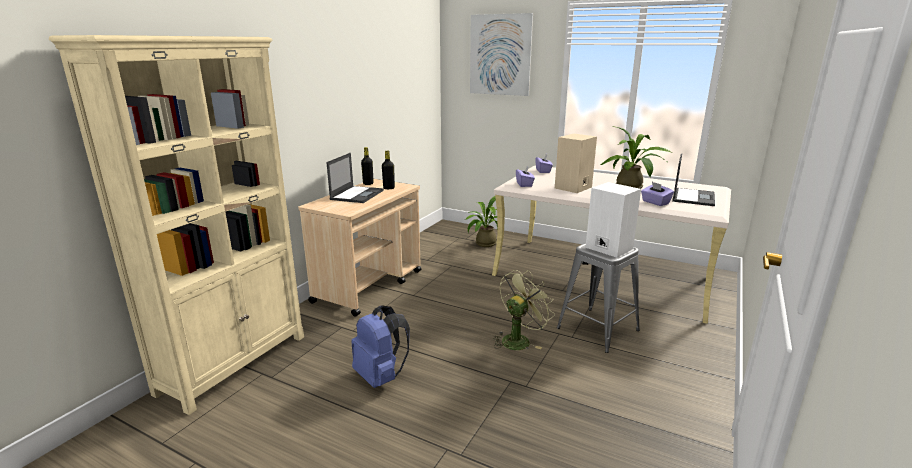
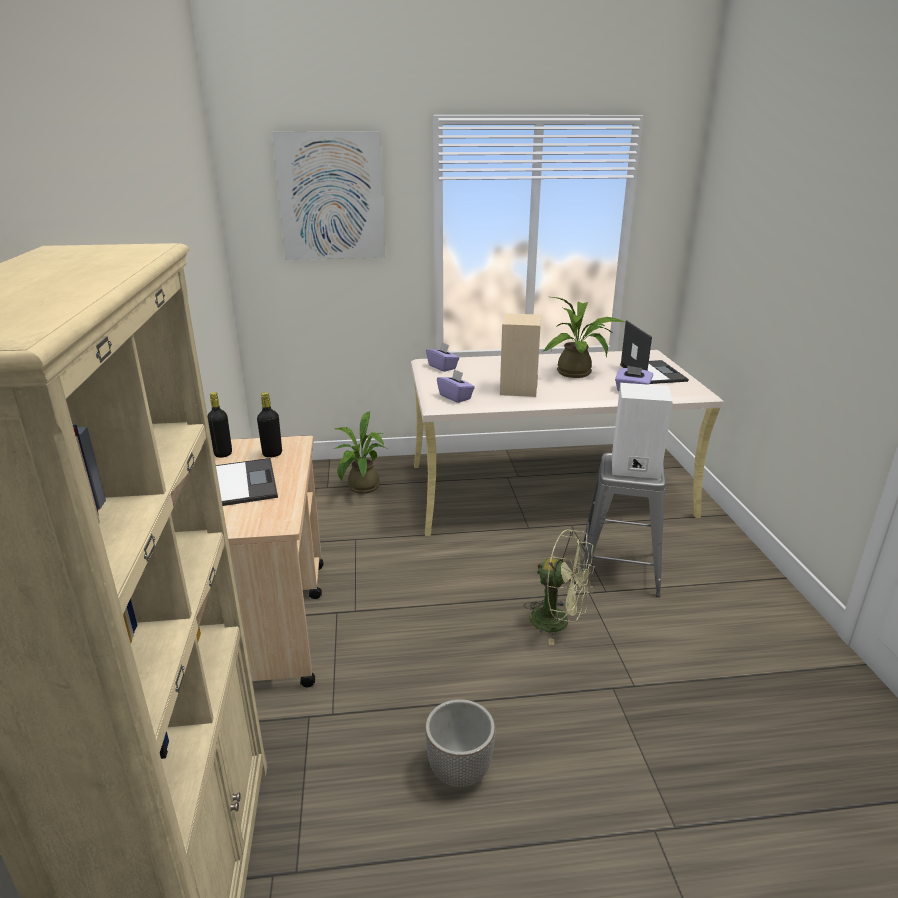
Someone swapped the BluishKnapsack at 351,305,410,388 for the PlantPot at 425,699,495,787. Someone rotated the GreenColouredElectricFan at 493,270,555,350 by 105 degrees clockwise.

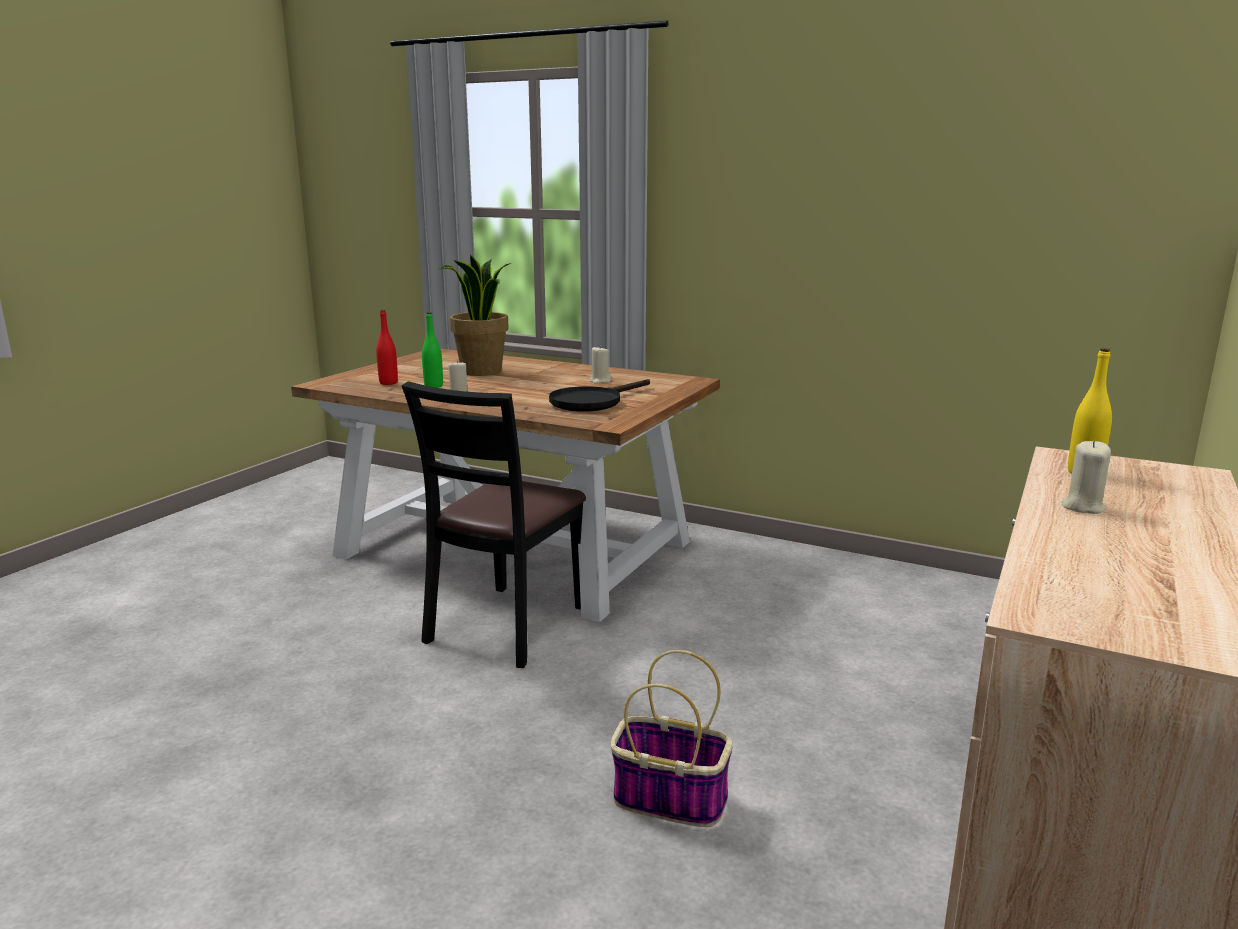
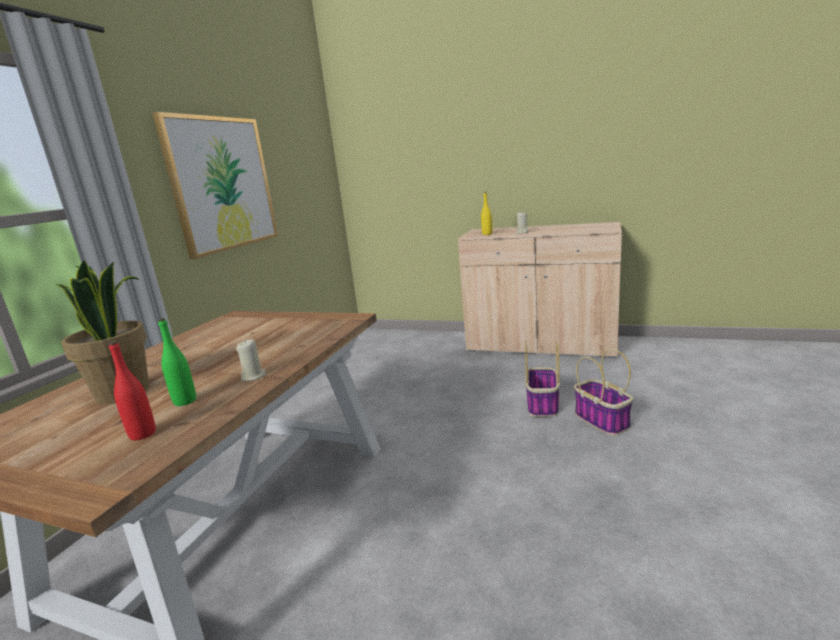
Someone put up the WallArt at 152,112,278,259. Someone put down the Basket at 574,349,633,436. Someone took away the BlackishPlainChair at 401,381,586,668. Someone took away the BlackishPan at 549,379,650,412. Someone took away the BeigeWaxCandle at 589,346,612,384.

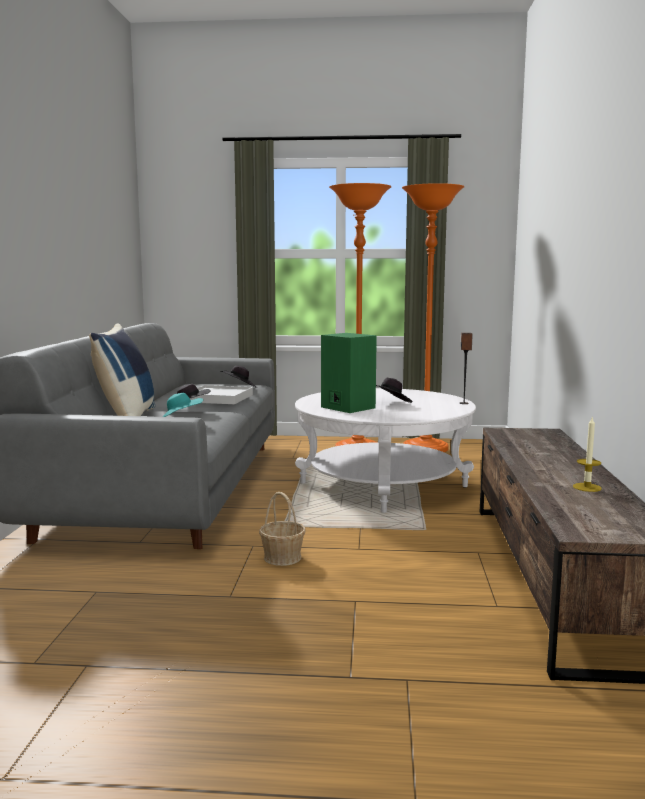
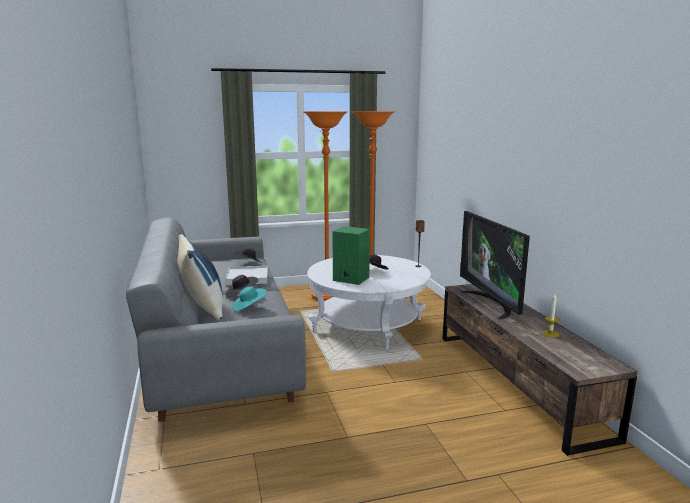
Someone put down the Television at 460,211,530,320. Someone took away the Basket at 259,492,306,566.

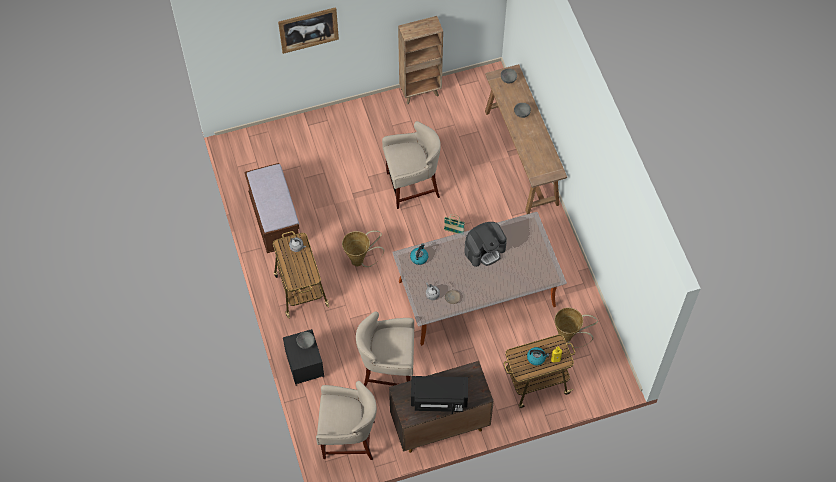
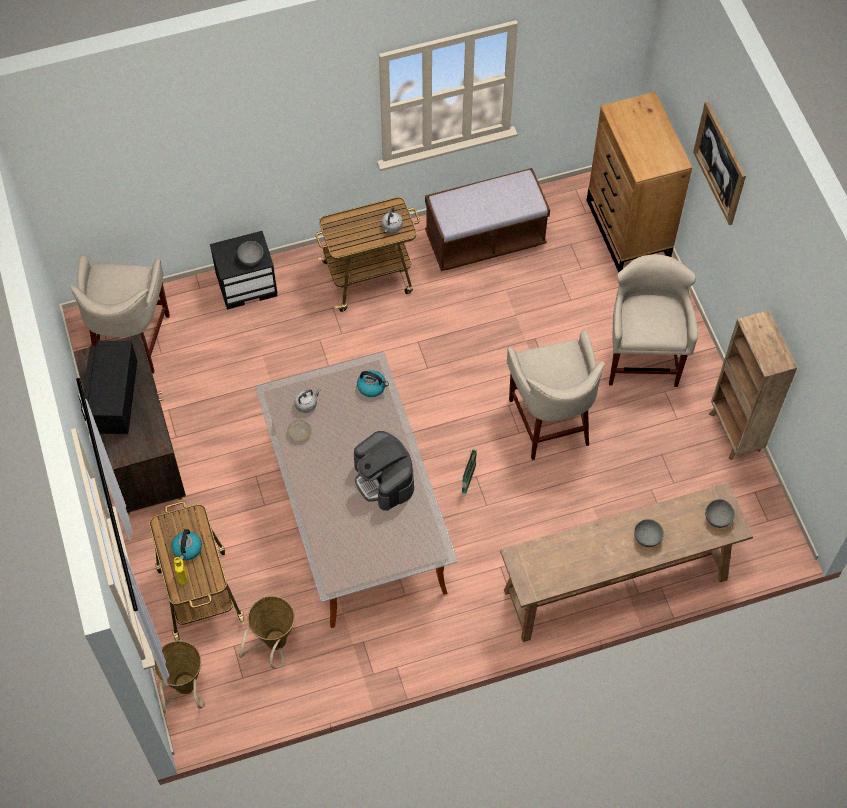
Someone carried the Basket from 342,230,384,267 to 154,640,205,713. Someone put down the BrownColouredDresser at 587,92,692,273. Someone carried the BeigeStool from 356,312,414,387 to 609,254,698,387.

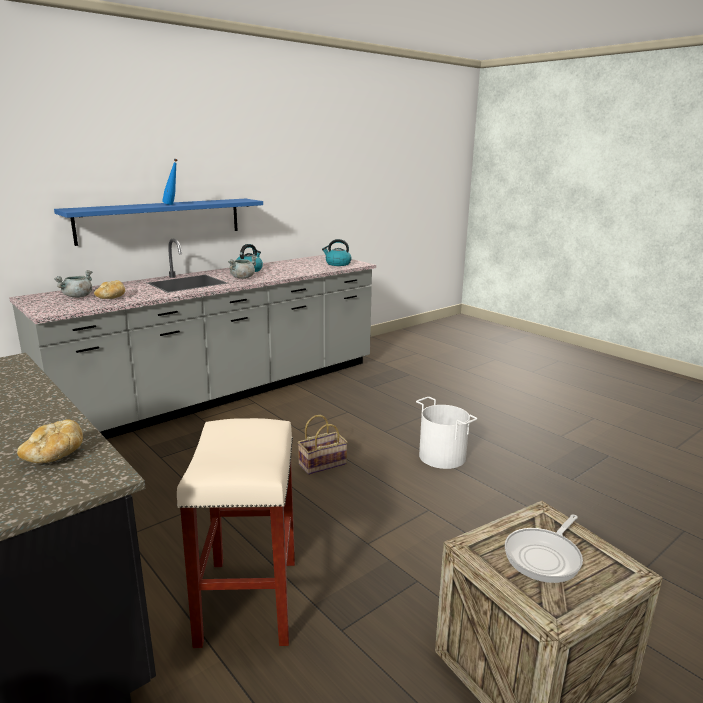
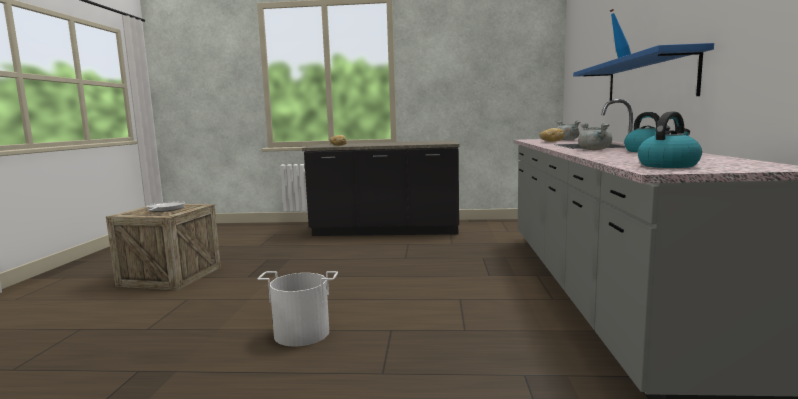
Someone took away the BeigeStool at 177,418,295,648. Someone took away the Basket at 298,415,348,475.

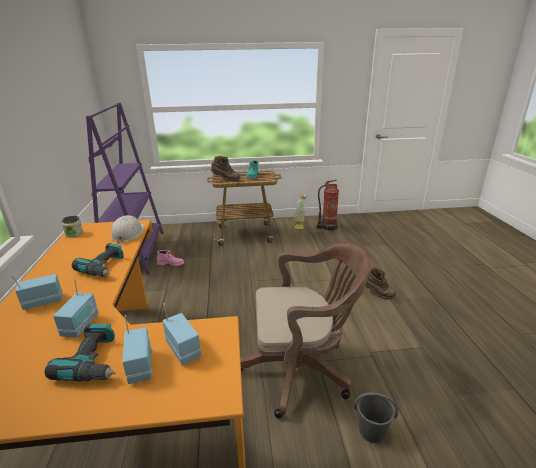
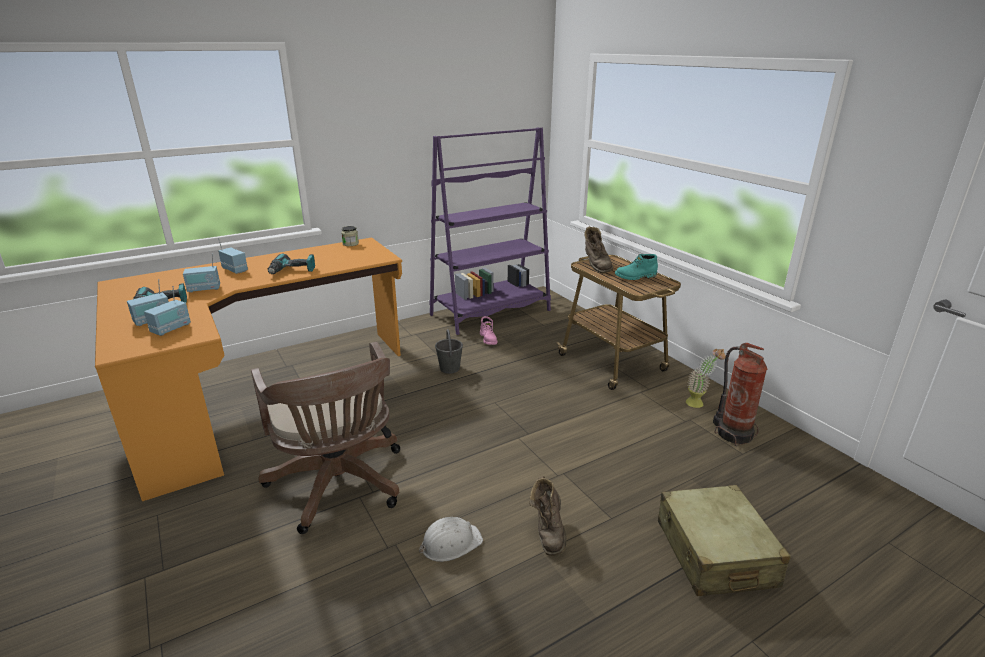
Someone carried the WhitishHardHat from 111,215,144,244 to 419,517,483,562. Someone carried the GrayPail from 354,393,398,443 to 435,329,463,374. Someone put down the BeigeSuitcase at 658,485,791,596.

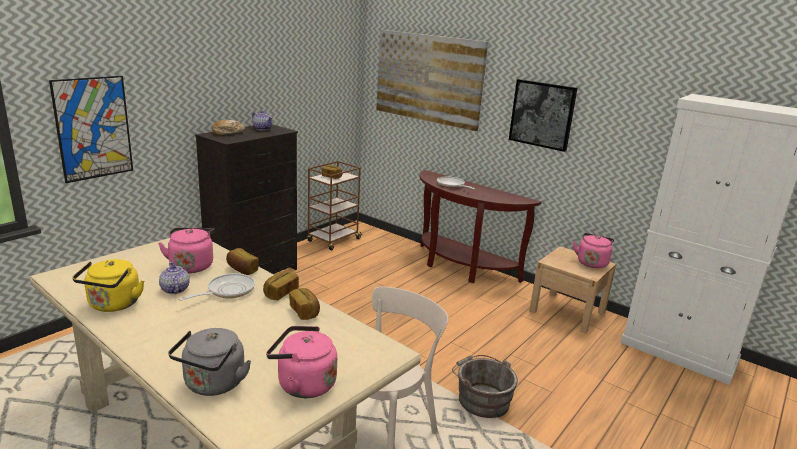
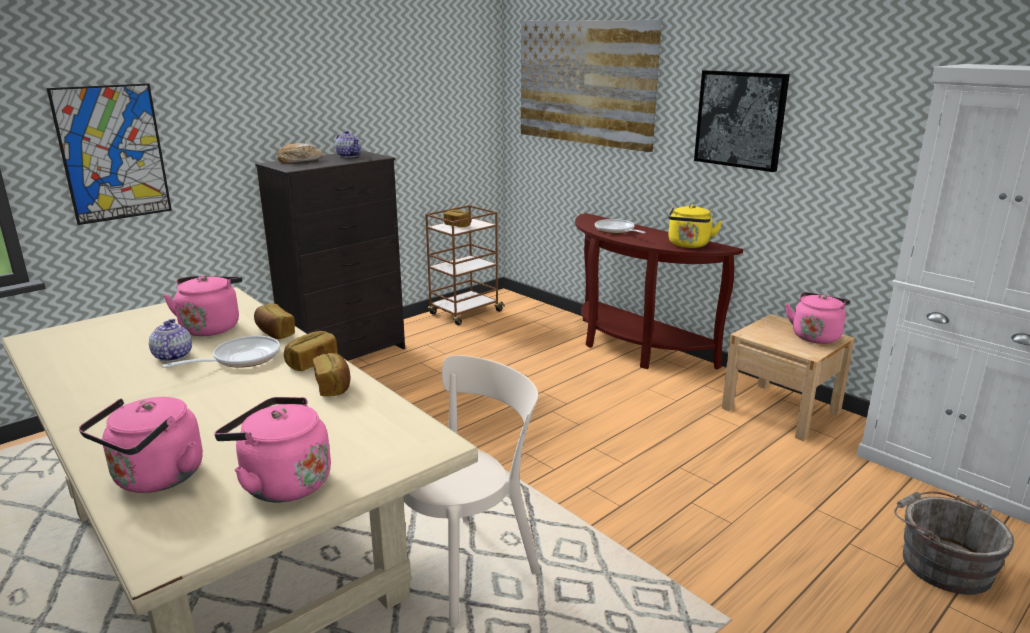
Someone repainted the GrayTeaKettle at 168,328,251,396, which became the PinkTeaKettle at 79,397,203,493. Someone carried the YellowishTeaKettle from 72,259,144,312 to 668,204,722,248. Someone carried the GrayPail from 452,355,518,418 to 894,492,1014,595.

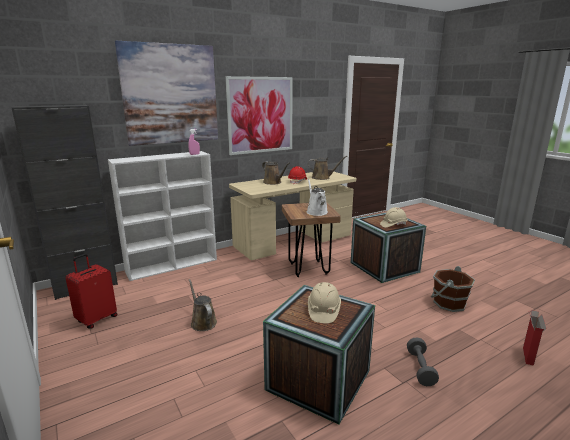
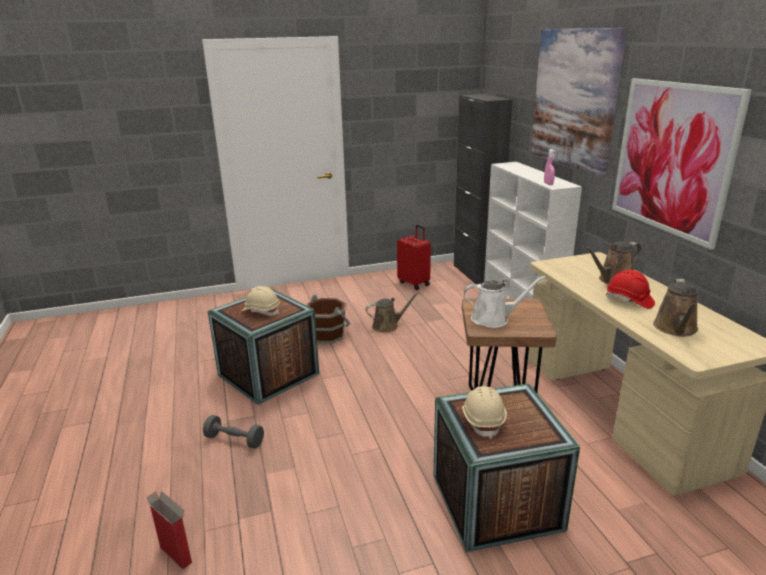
Someone carried the BrownColouredPail from 431,266,475,312 to 306,295,350,343.

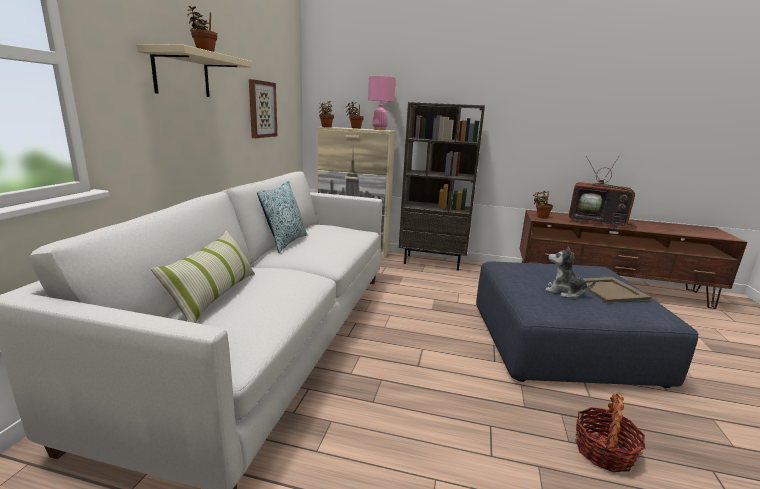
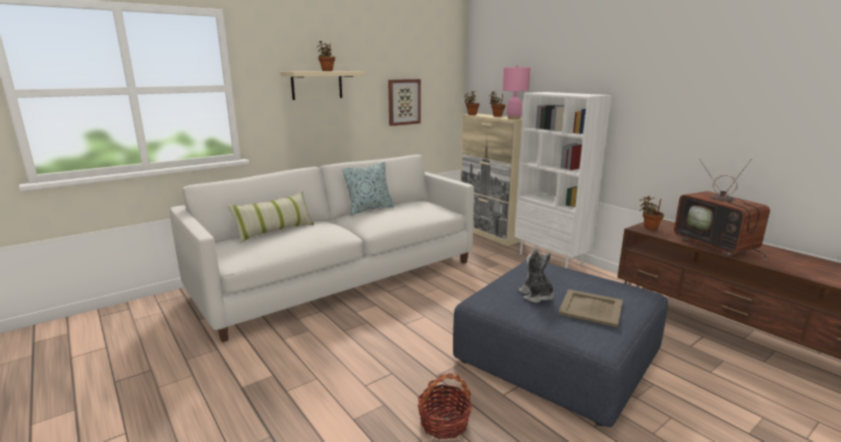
Someone repainted the BrownColouredBookshelf at 399,102,485,271, which became the WhitishBookshelf at 514,92,612,268.

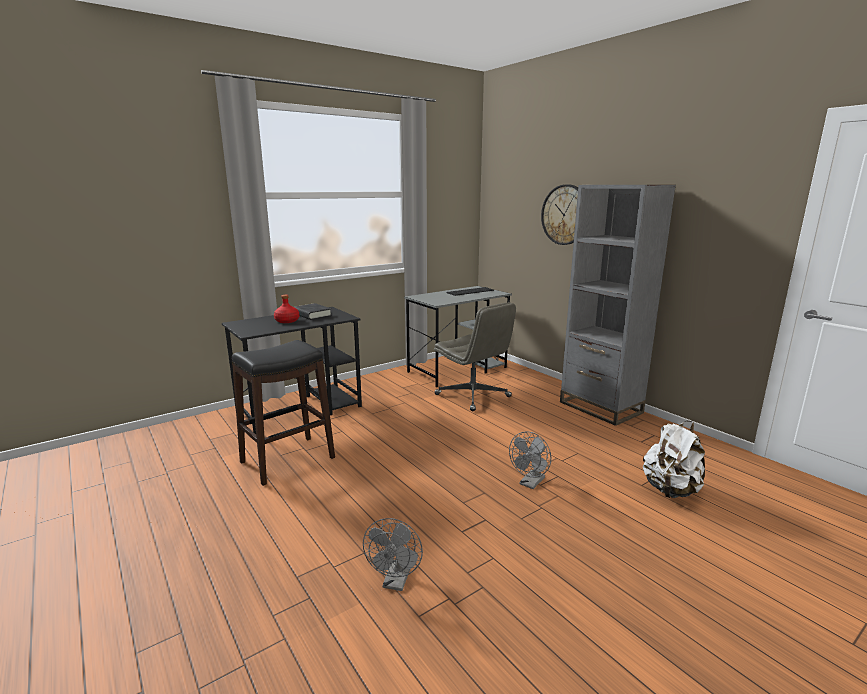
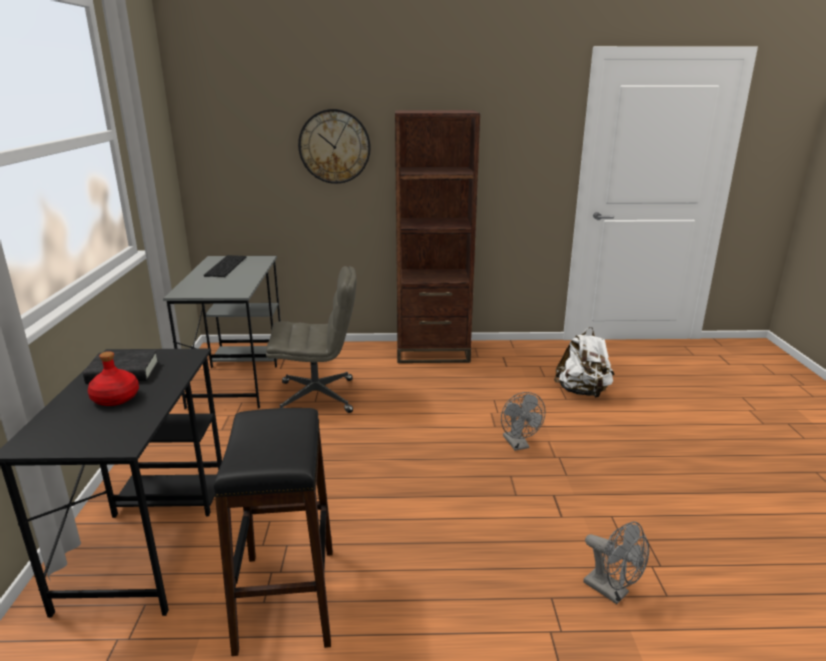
Someone repainted the GrayBookshelf at 560,185,676,426, which became the BrownColouredBookshelf at 395,110,480,363.

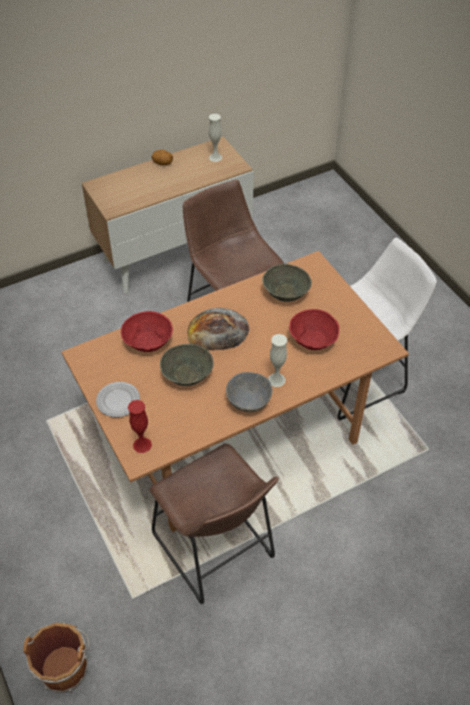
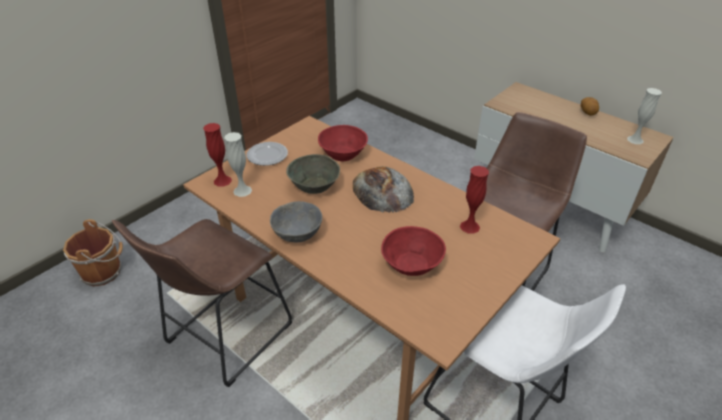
Someone carried the WhitishDecorativeVase from 268,334,287,387 to 224,132,252,197. Someone swapped the GrayBowl at 262,264,312,302 for the RedColouredDecorativeVase at 460,166,489,234.

